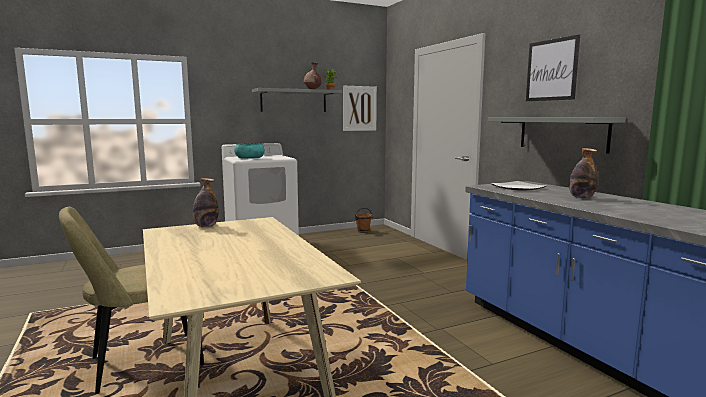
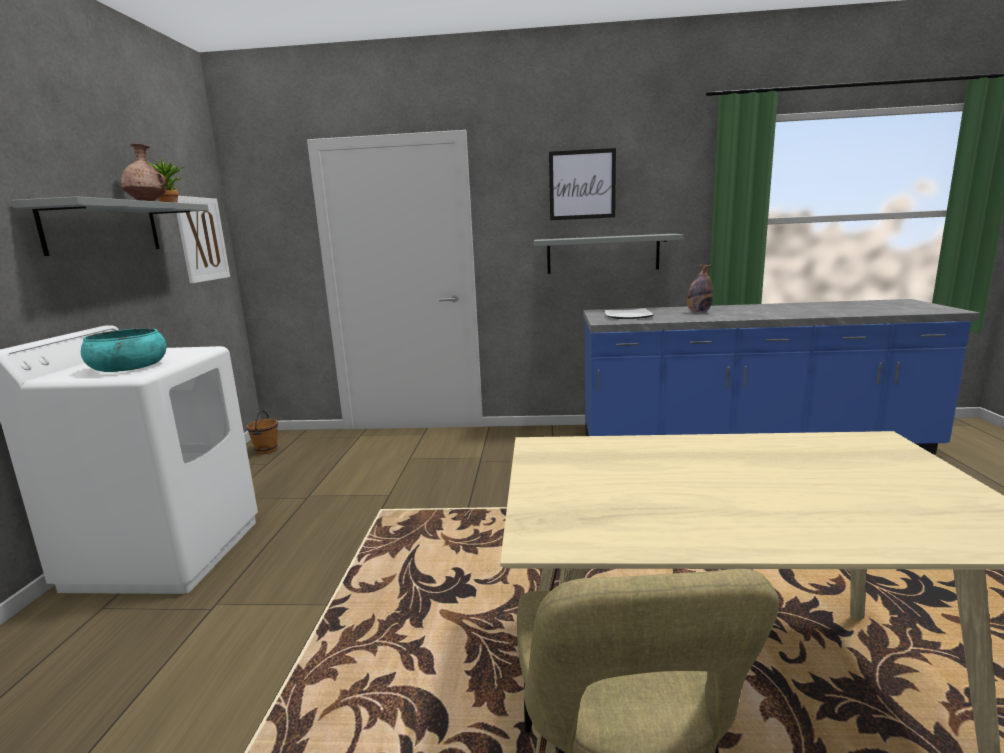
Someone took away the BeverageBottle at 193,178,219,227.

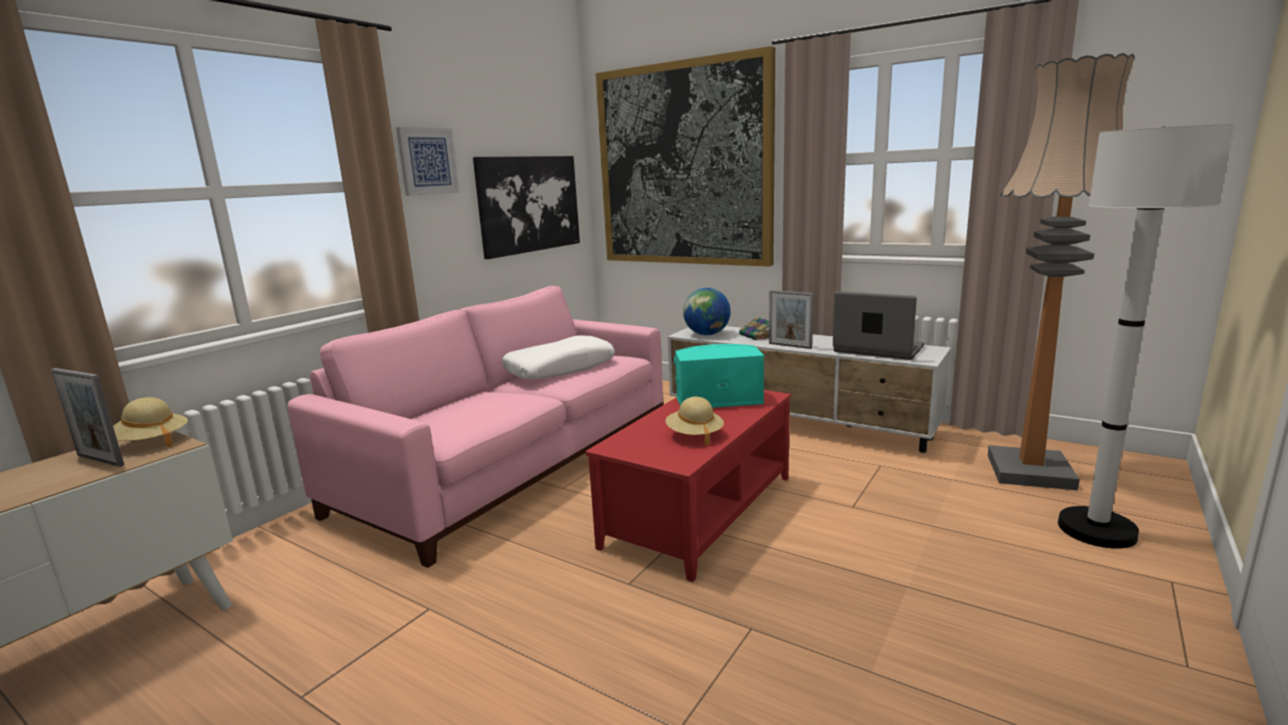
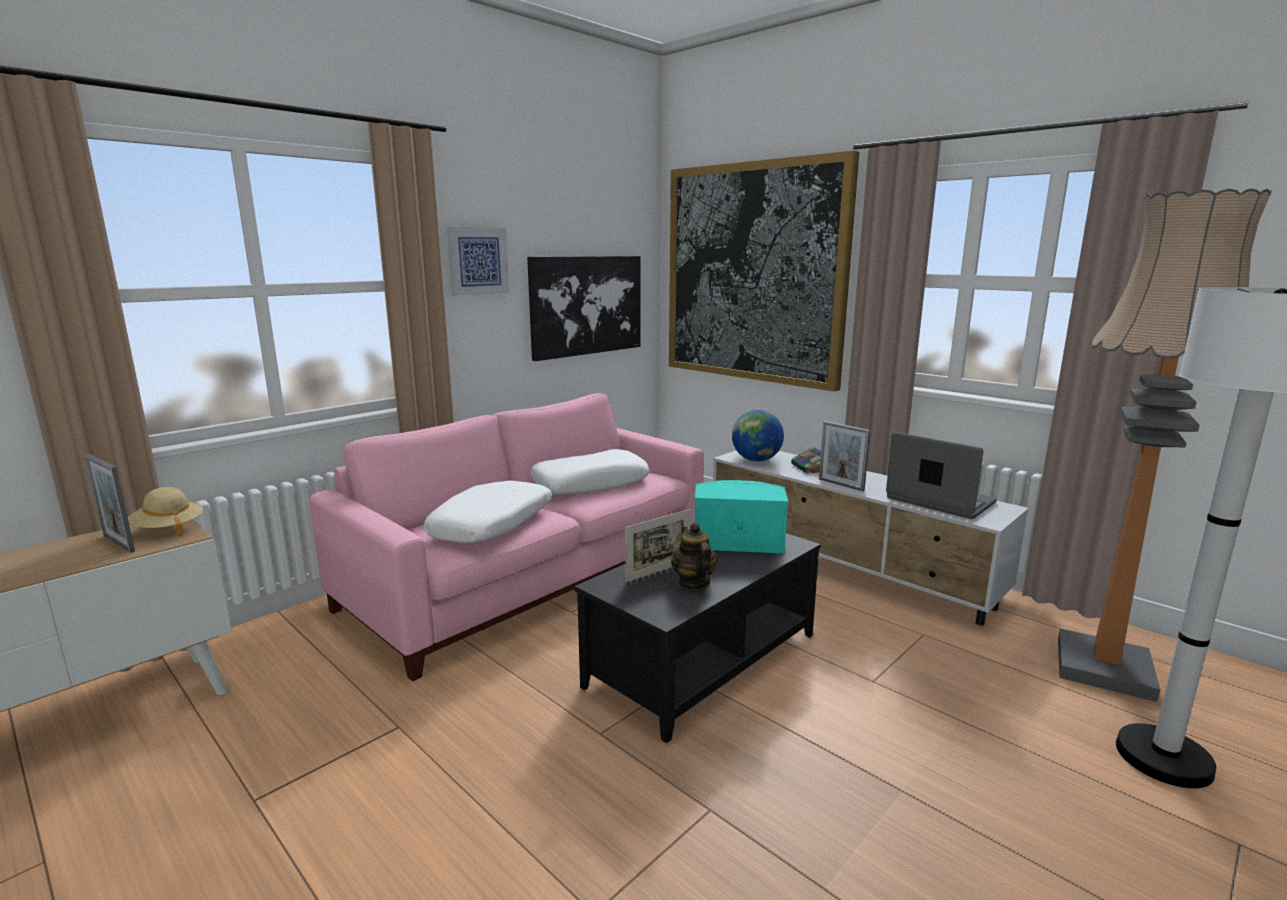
Someone put down the WhitishCushion at 424,481,552,543. Someone repainted the RedColouredLoungeTable at 585,390,791,582, which became the BlackishLoungeTable at 574,533,821,743. Someone put down the StandingFrame at 625,509,690,582. Someone swapped the BeigeWearableHat at 666,397,724,446 for the Teapot at 671,523,718,590.

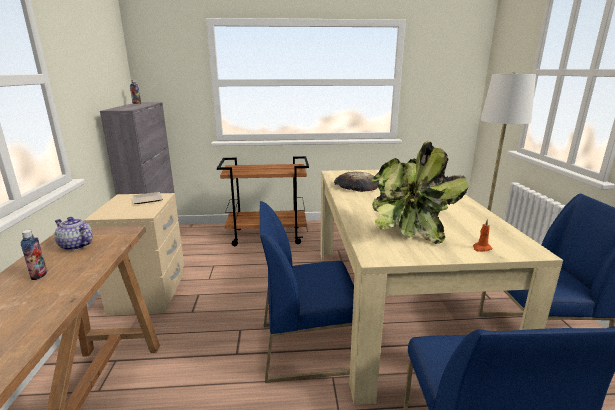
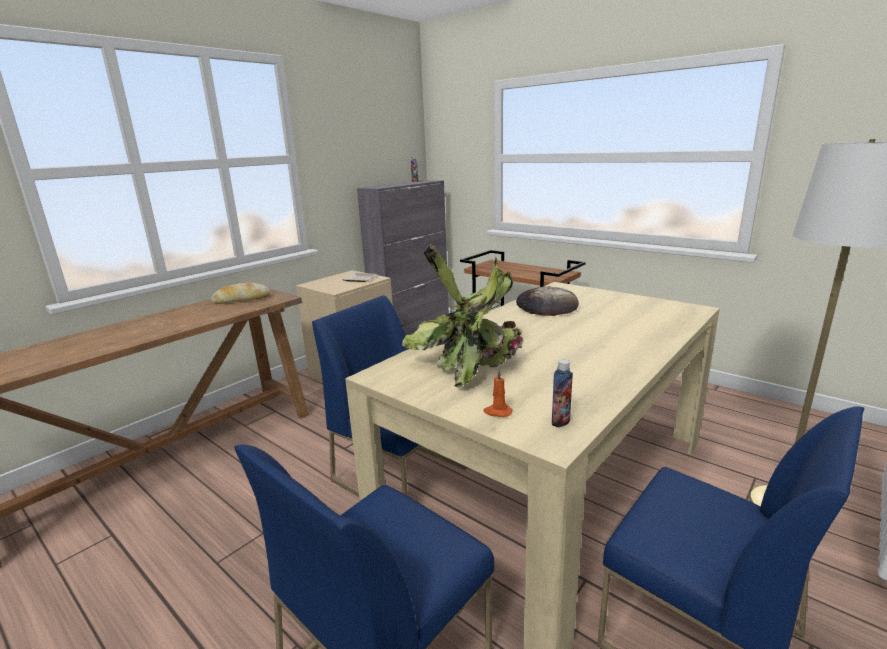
Someone swapped the Teapot at 54,217,93,251 for the BakeryBread at 211,283,270,304. Someone carried the BeverageBottle from 21,230,47,280 to 552,360,573,428.

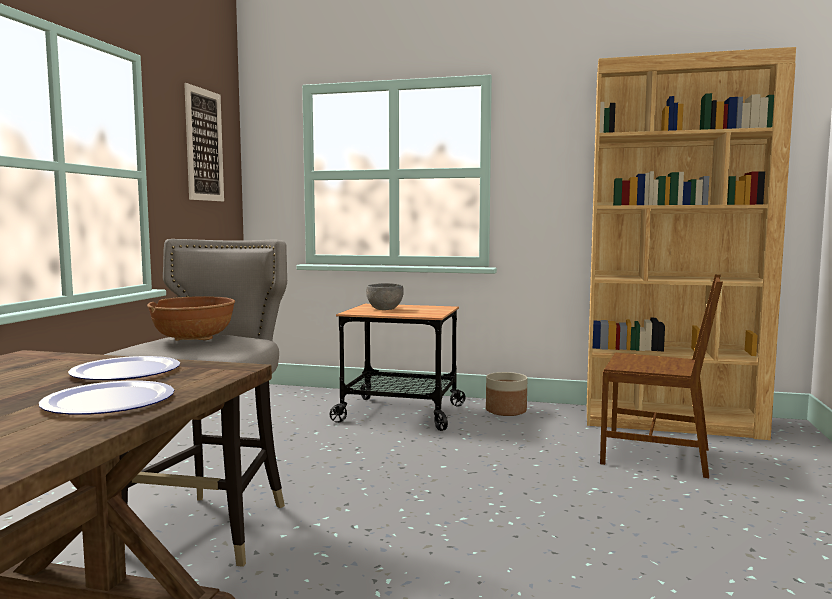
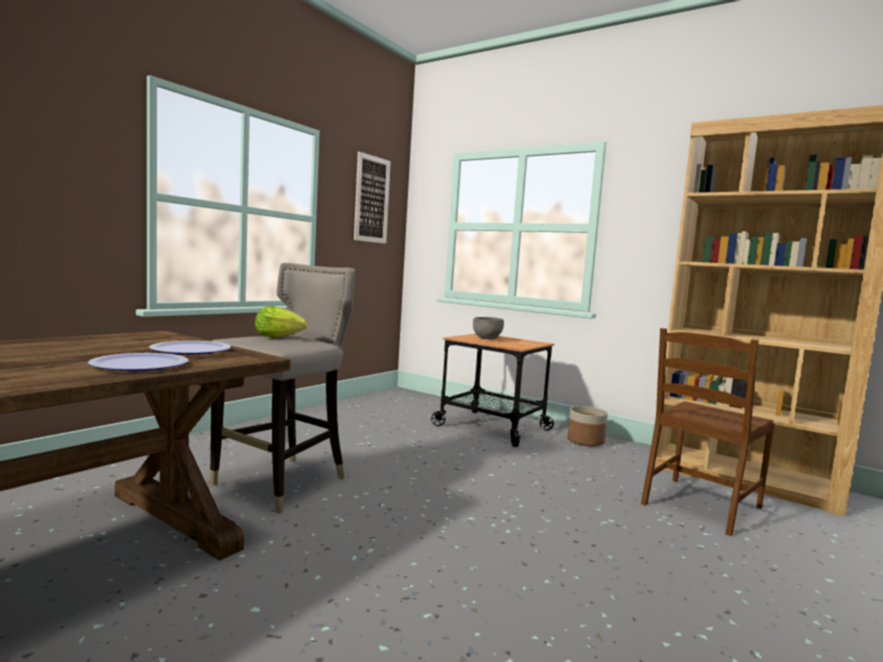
Someone swapped the BrownColouredBowl at 147,296,235,341 for the LettuceHead at 255,306,307,338. Someone rotated the BrownColouredPlainChair at 600,275,723,478 by 90 degrees clockwise.

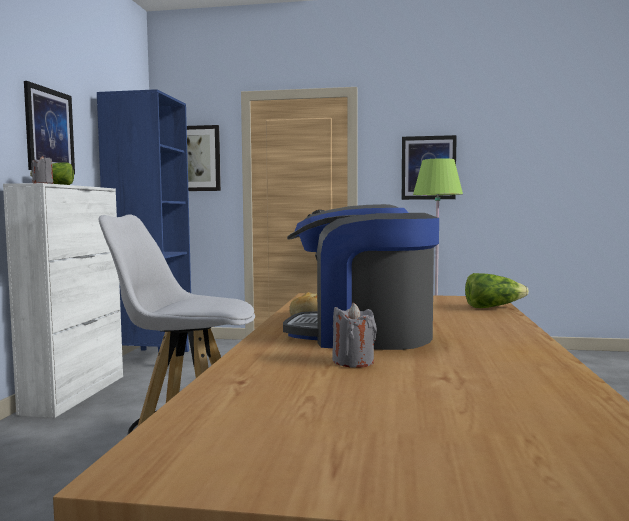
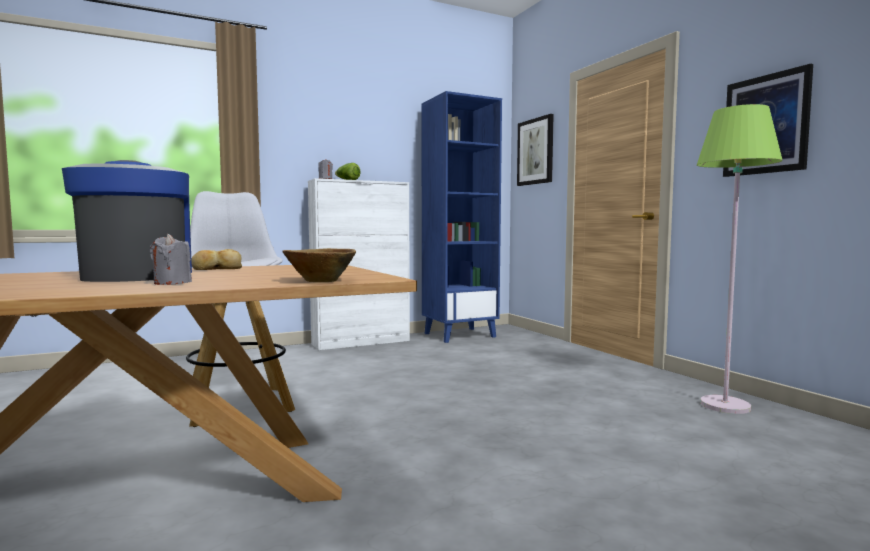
Someone carried the GrayWaxCandle from 332,303,377,368 to 150,234,192,285. Someone swapped the LettuceHead at 465,273,529,308 for the BrownColouredBowl at 283,248,356,282. Someone took away the WallArt at 24,81,75,175.

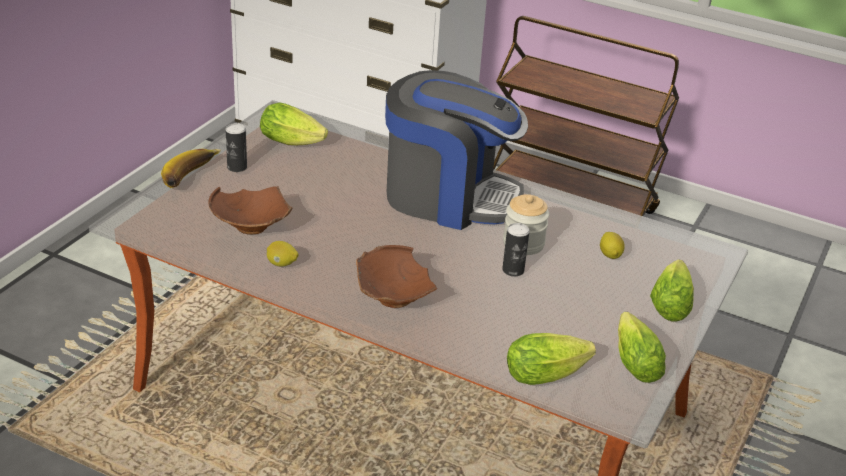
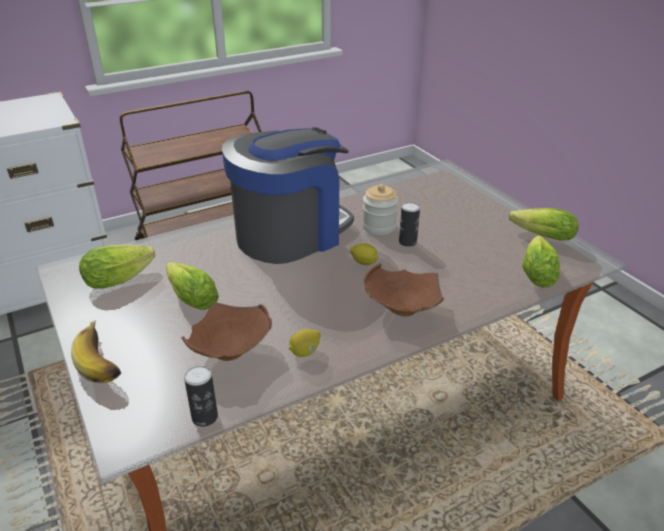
Someone carried the LettuceHead from 650,259,694,321 to 166,262,219,310. Someone carried the Can from 225,123,247,172 to 184,366,218,427. Someone carried the WholeLemon from 600,232,625,259 to 350,243,378,265.

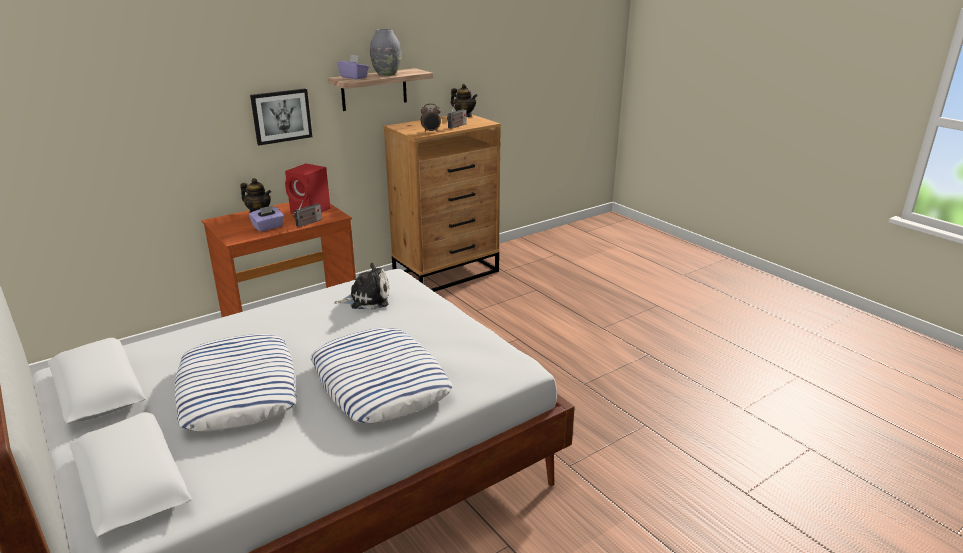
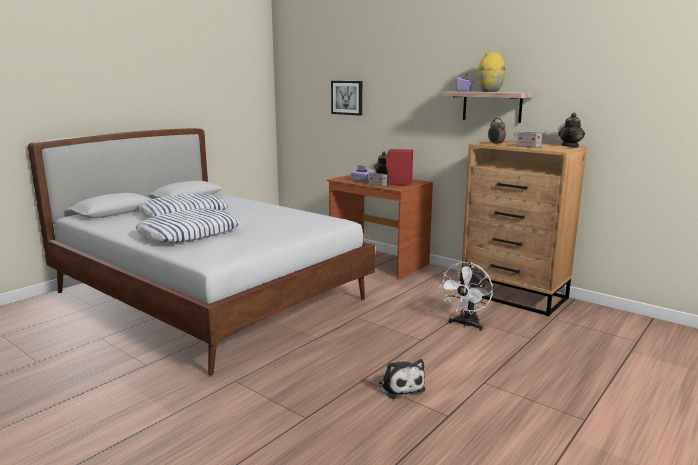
Someone carried the WallArt from 250,88,312,145 to 331,81,362,116. Someone carried the CuddlyToy from 334,263,389,310 to 378,359,425,399. Someone put down the WhitishElectricFan at 439,262,493,331. Someone repainted the GrayDecorativeVase at 370,29,401,76, which became the YellowishDecorativeVase at 478,52,505,92.

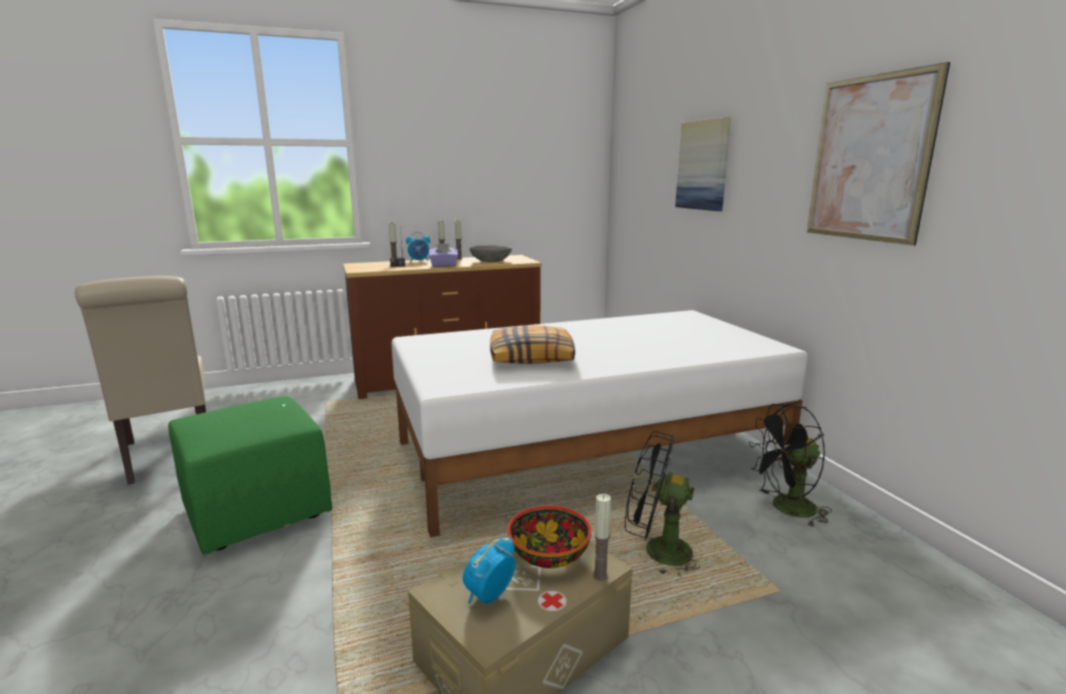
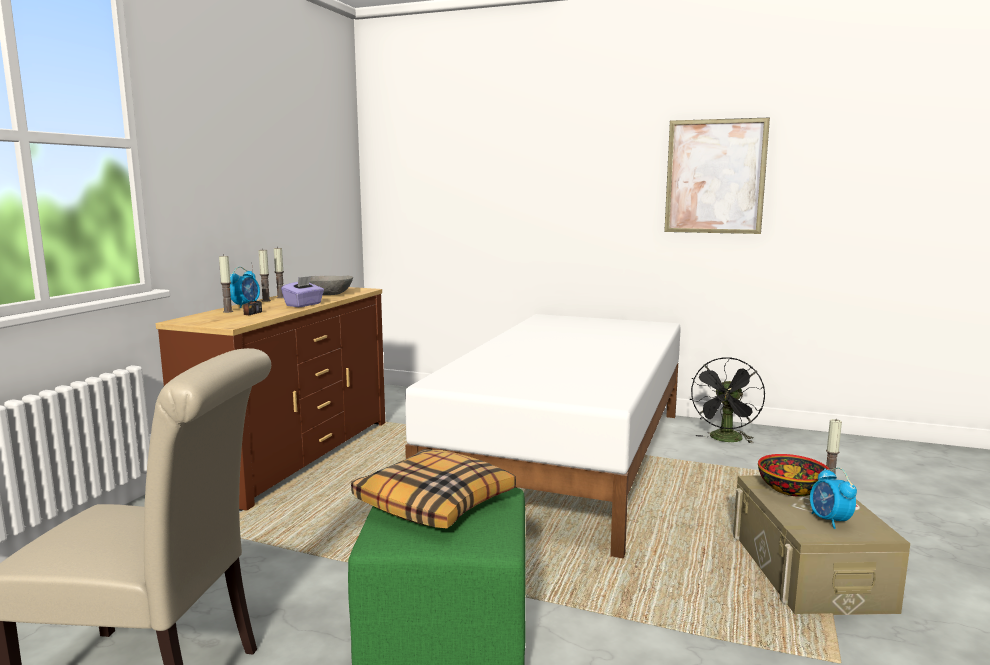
Someone carried the Cushion from 490,325,575,364 to 351,449,516,528. Someone took away the BlackishElectricFan at 625,431,700,577. Someone took away the WallArt at 675,117,731,211.

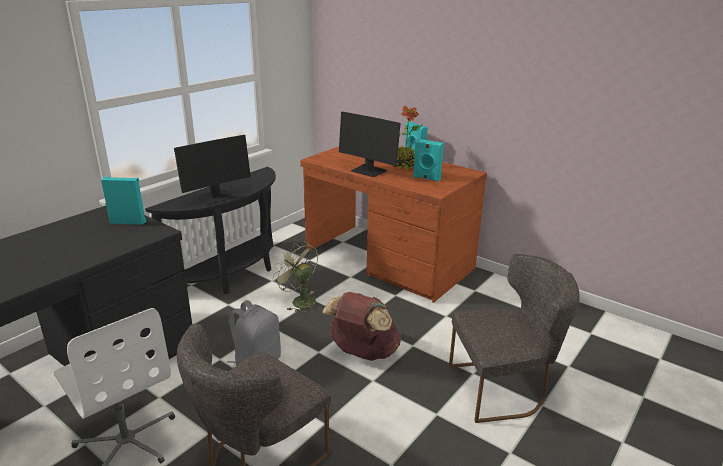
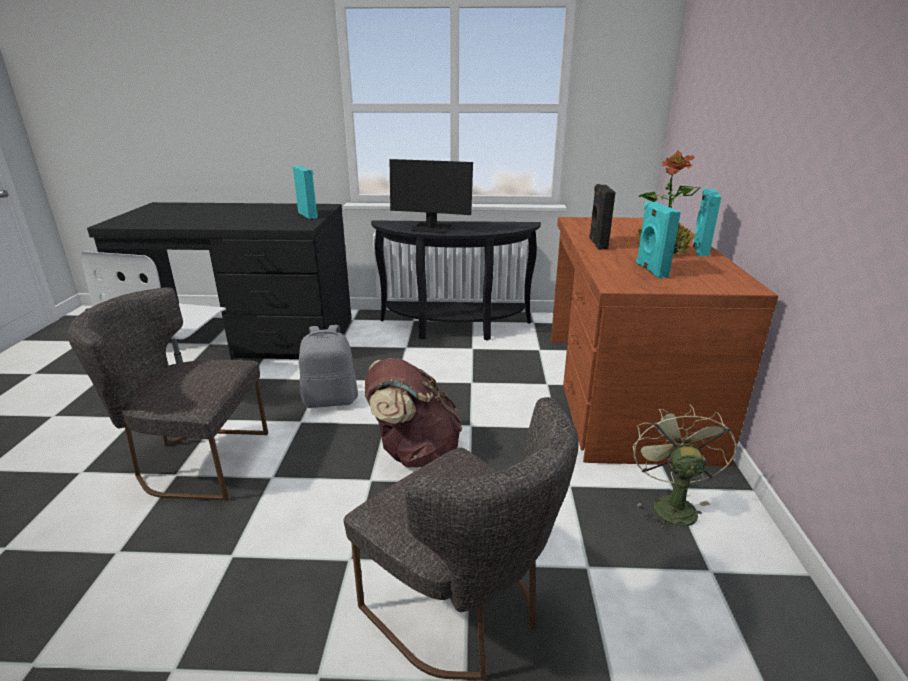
Someone swapped the ComputerDisplay at 339,112,401,177 for the BlackishSpeaker at 589,184,615,250. Someone carried the GreenColouredElectricFan from 272,242,318,313 to 633,404,737,535.

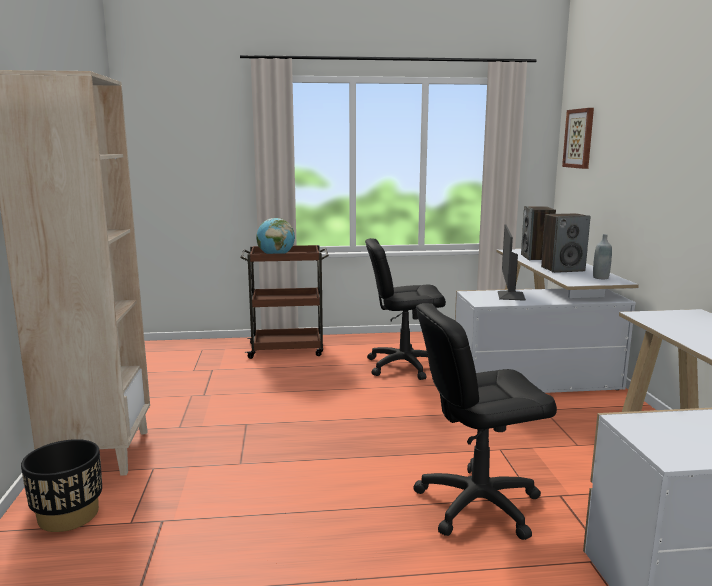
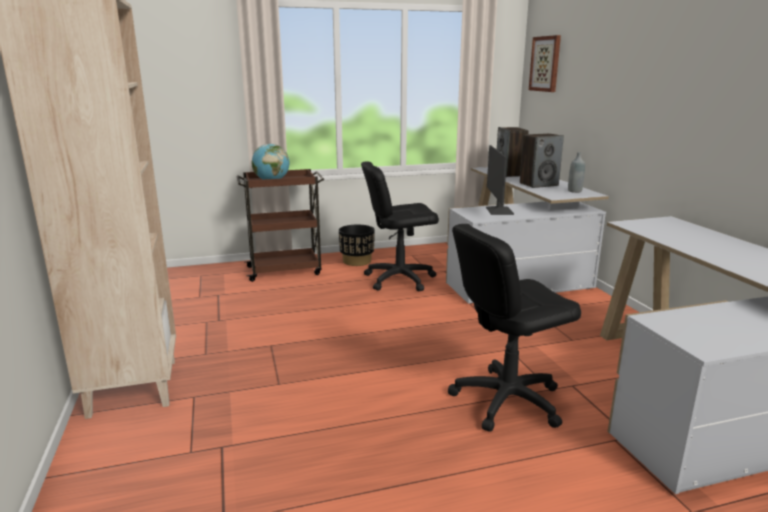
Someone carried the BlackishPlantPot from 21,439,102,532 to 339,225,375,266.

